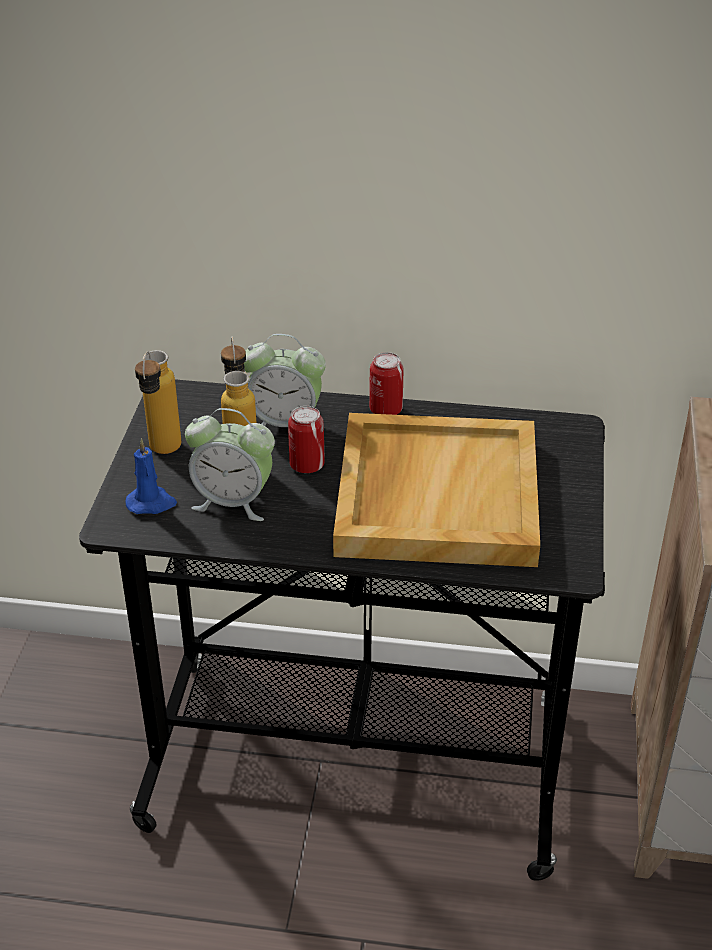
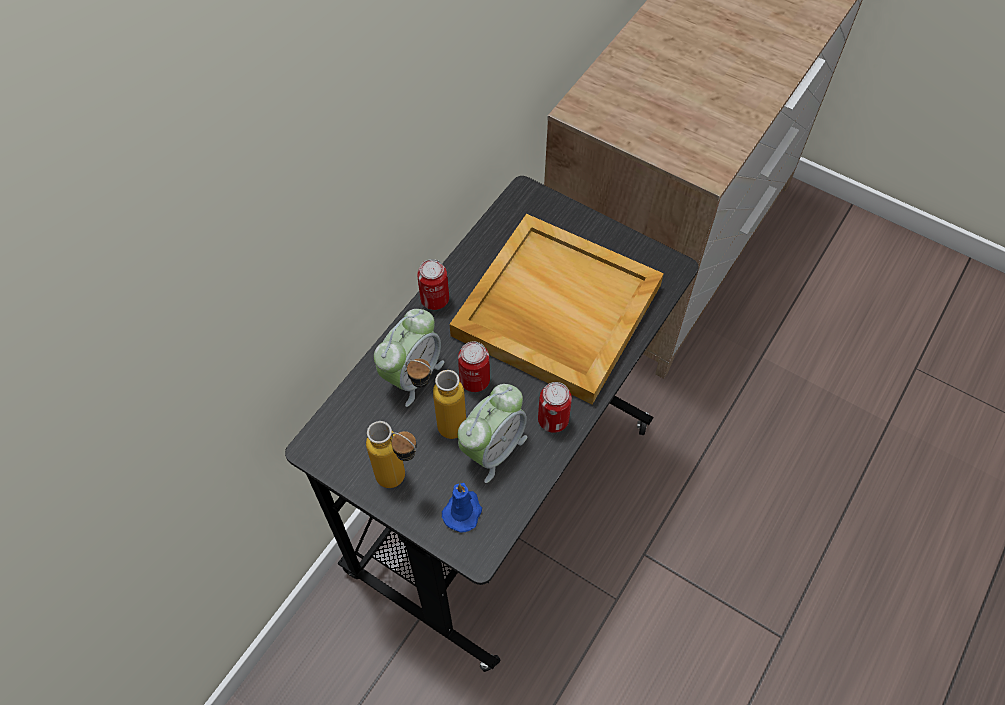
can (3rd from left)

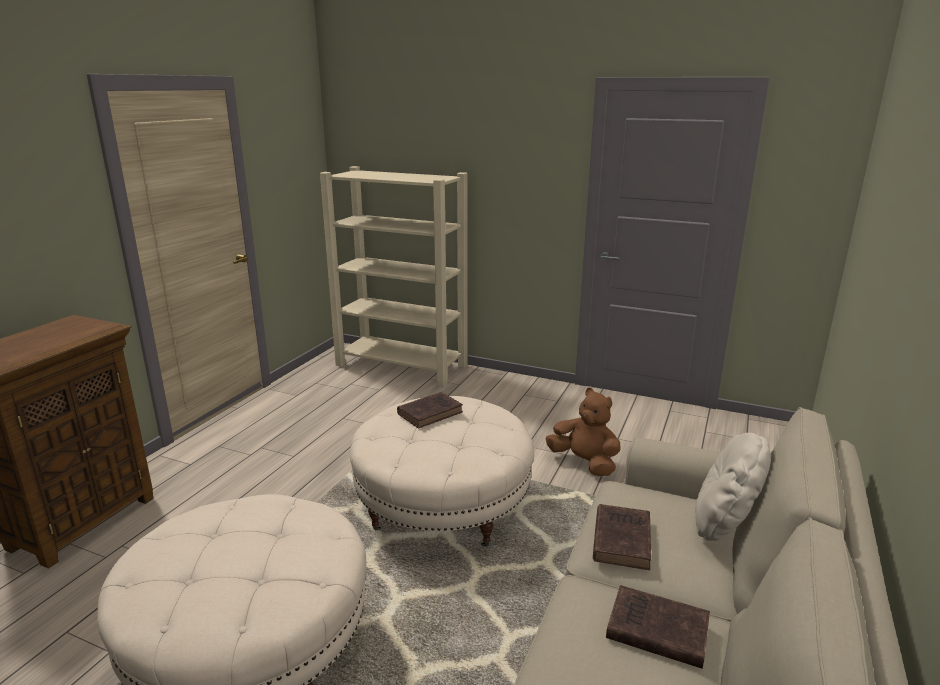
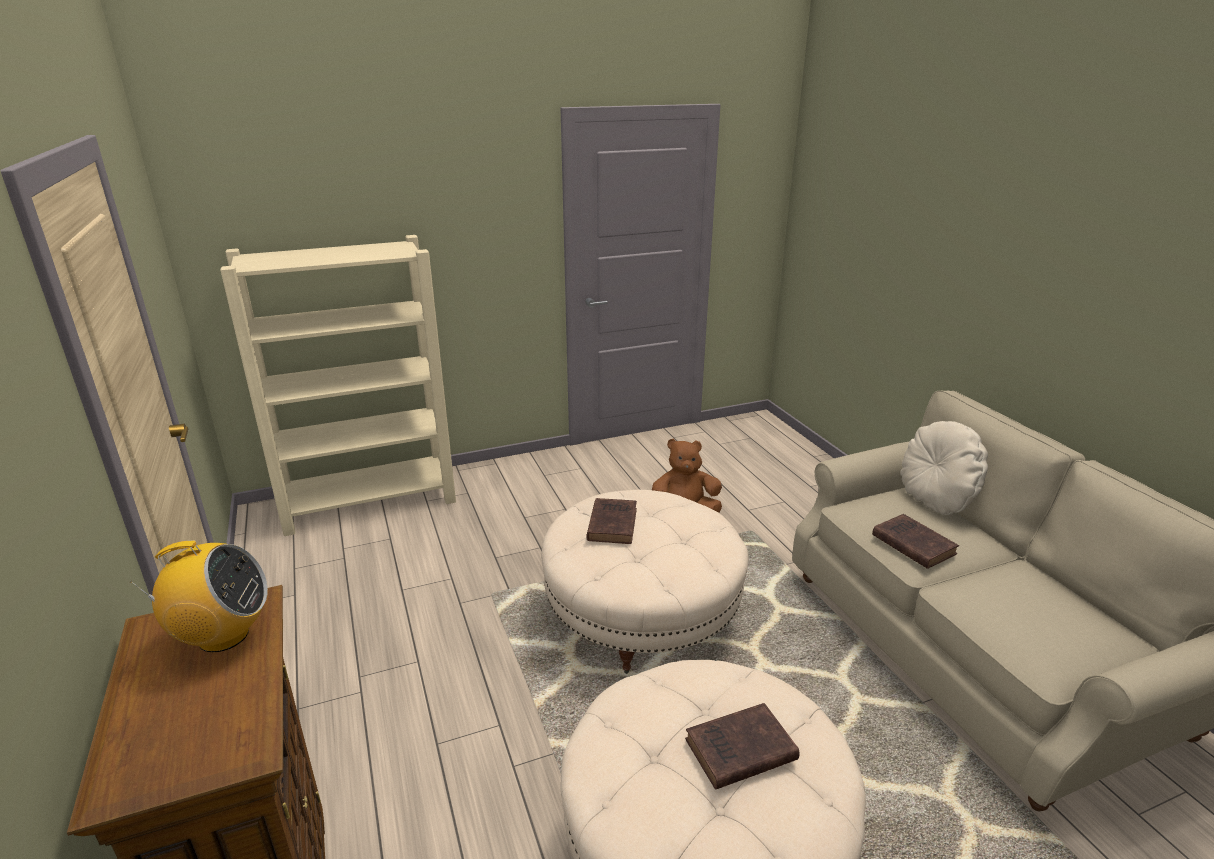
radio
brown book (2nd from left)

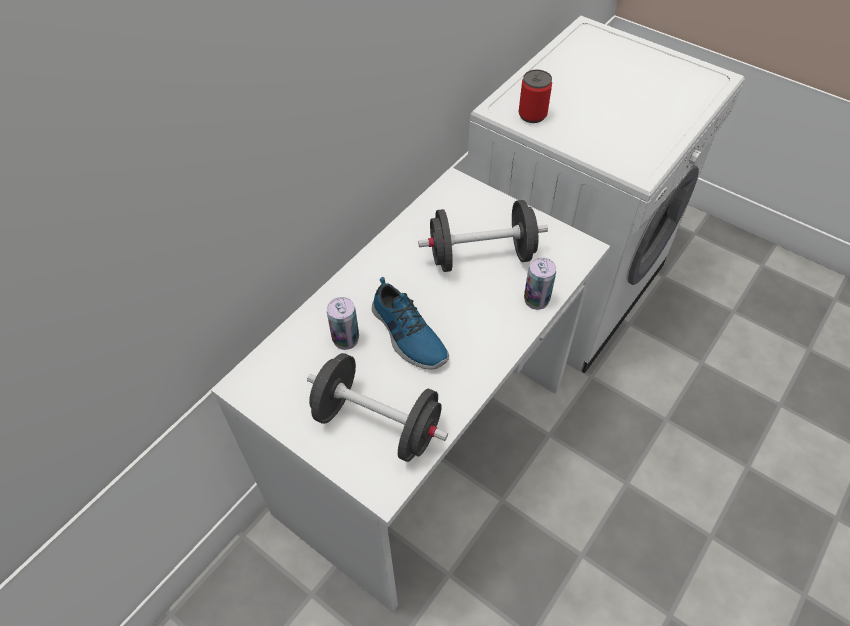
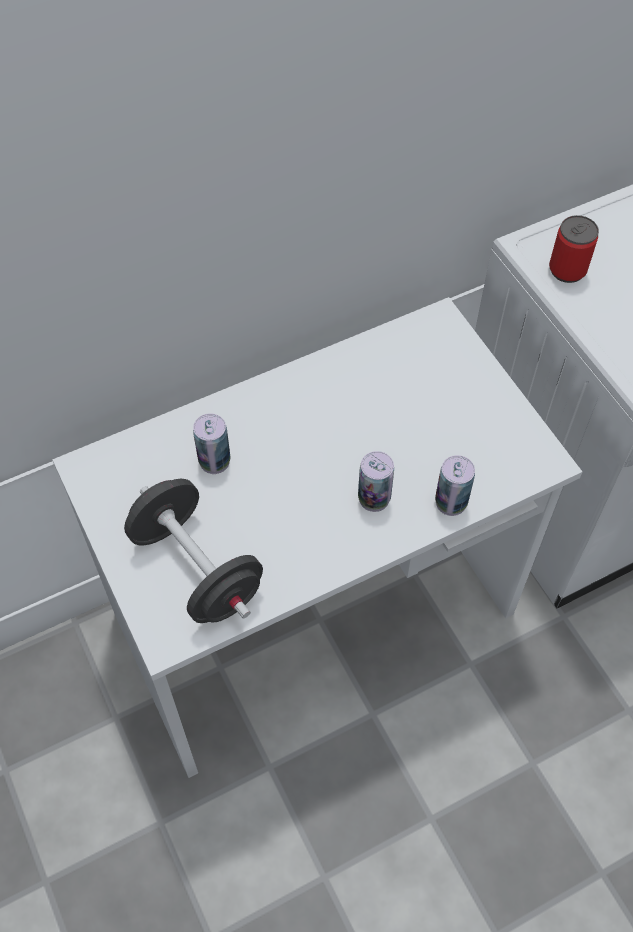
can (2nd from left)
shoe
black dumbbell (2nd from left in the first image)

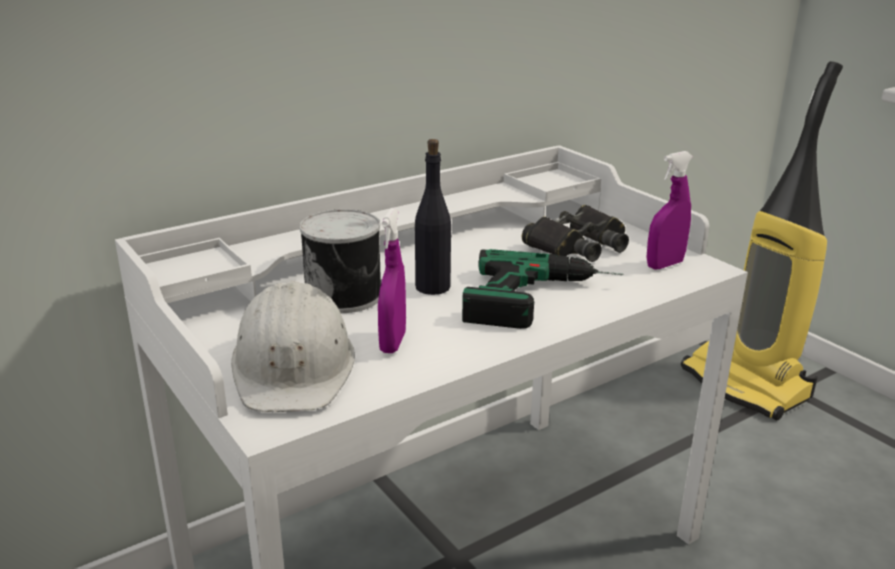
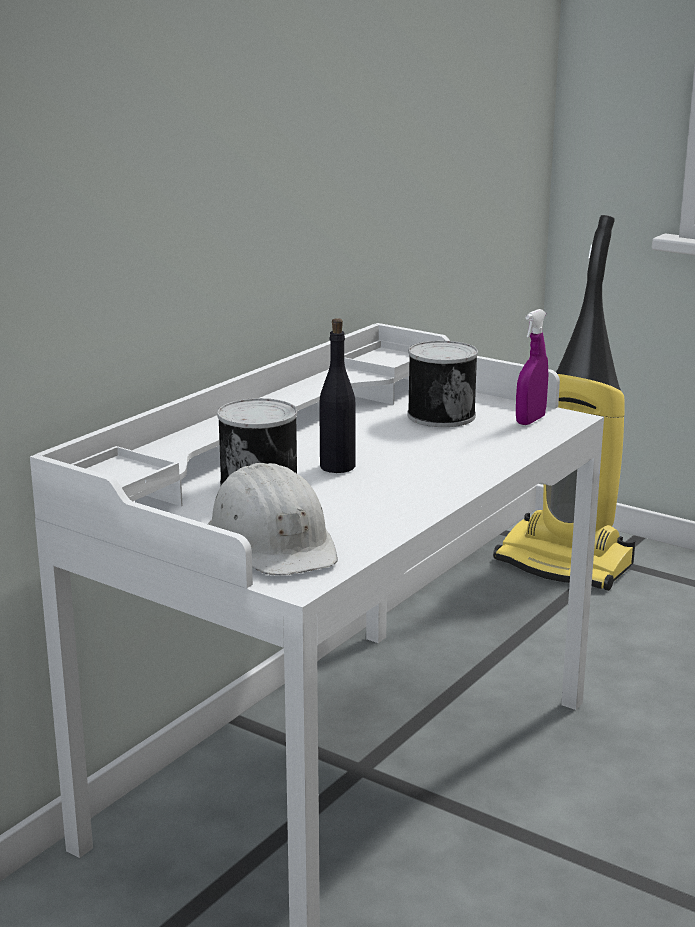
can (2nd from left)
purple spray bottle (1st from left in the first image)
power drill

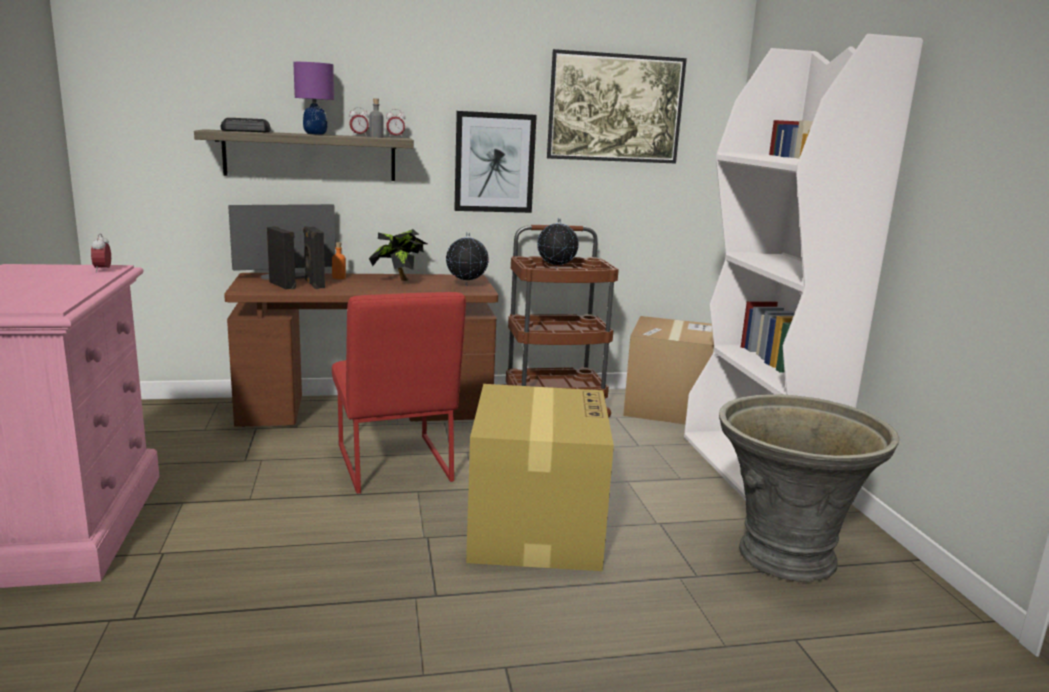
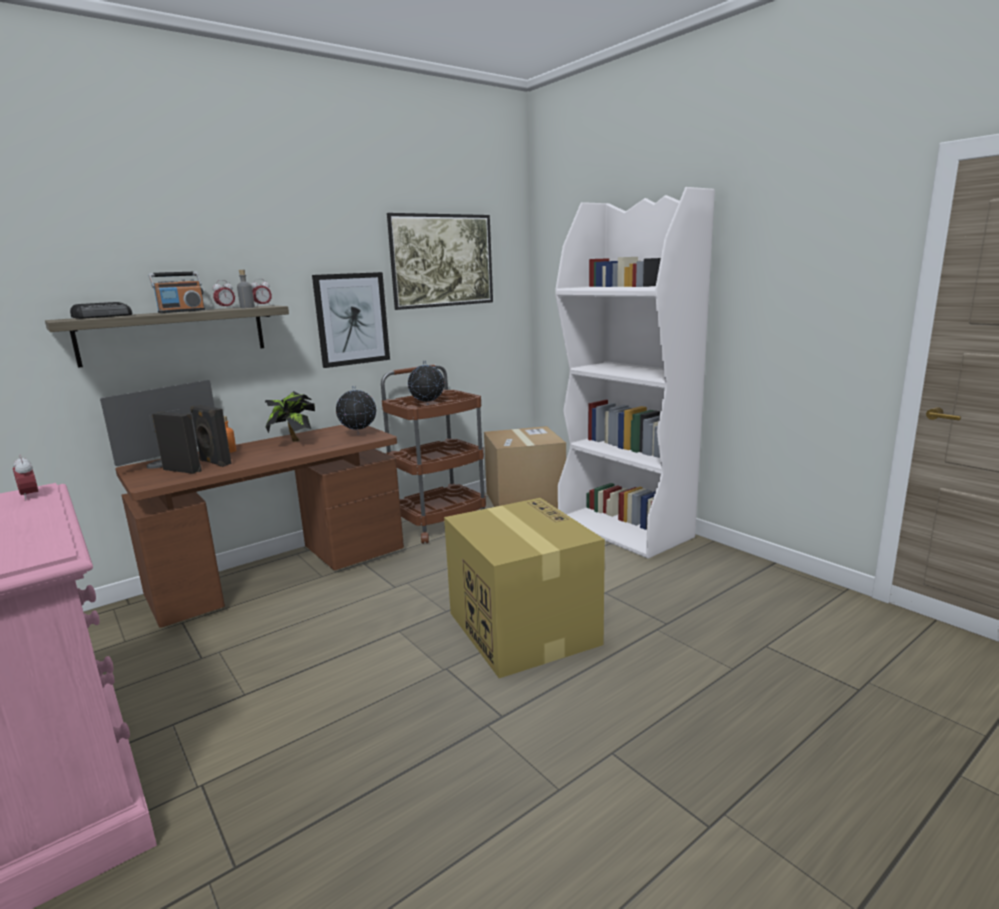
radio (2nd from left)
red chair
grey planter

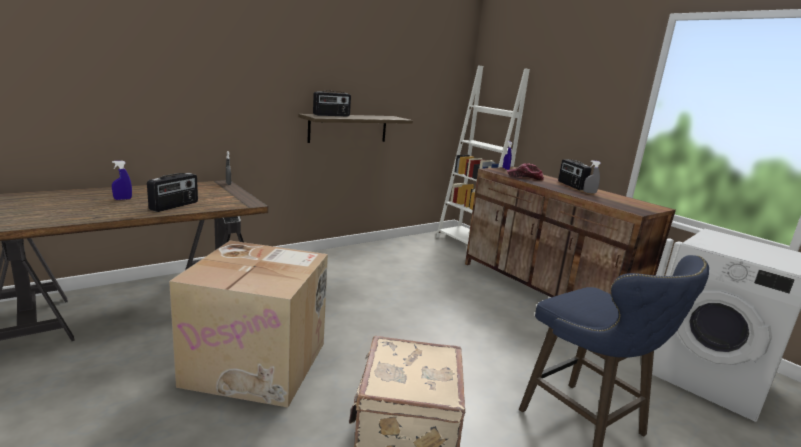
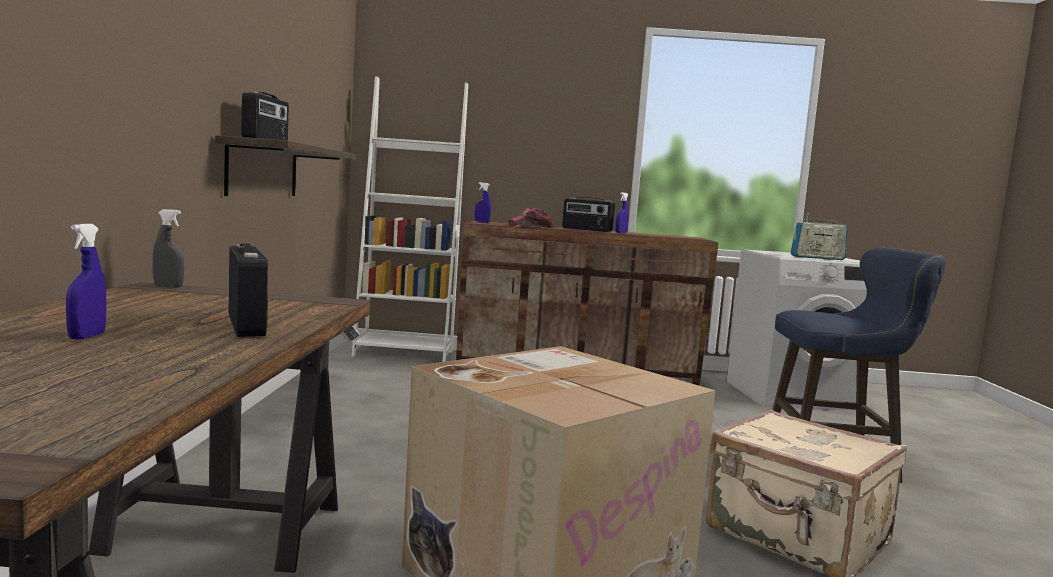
blue spray bottle (3rd from left)
radio (4th from left)

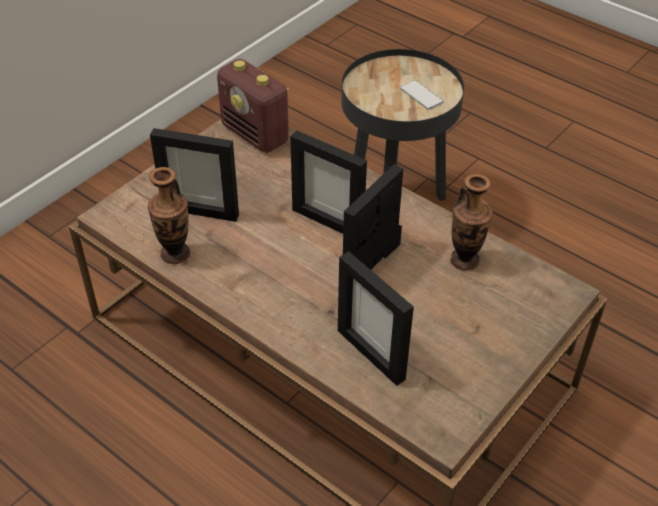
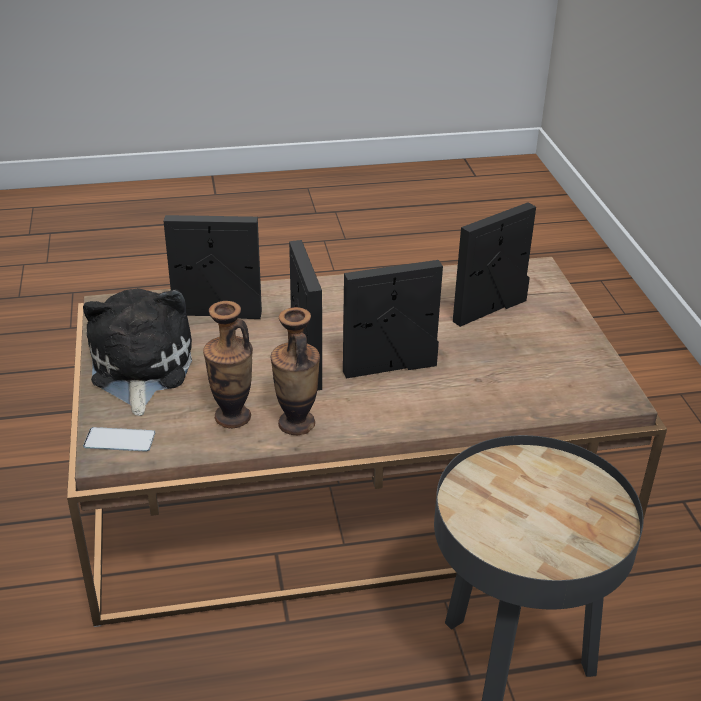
plush toy
phone
vase (2nd from left)
radio

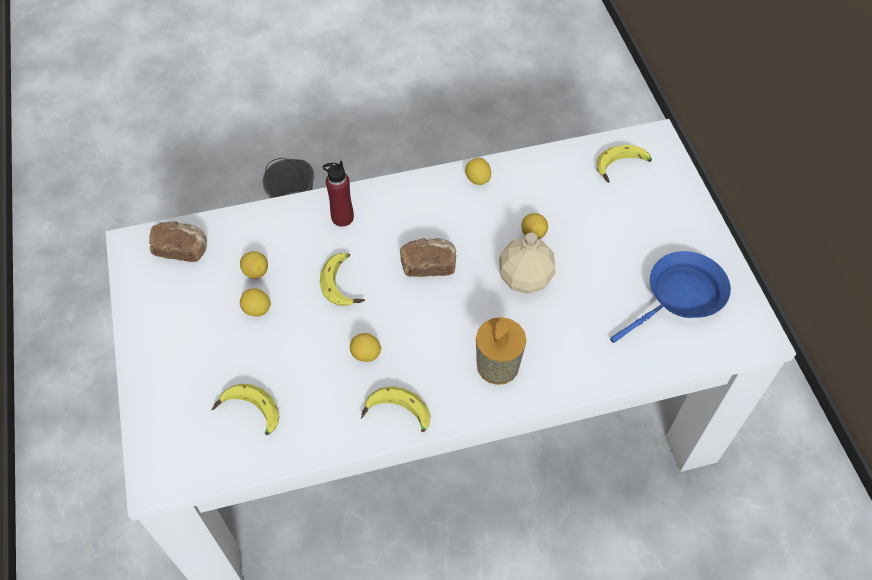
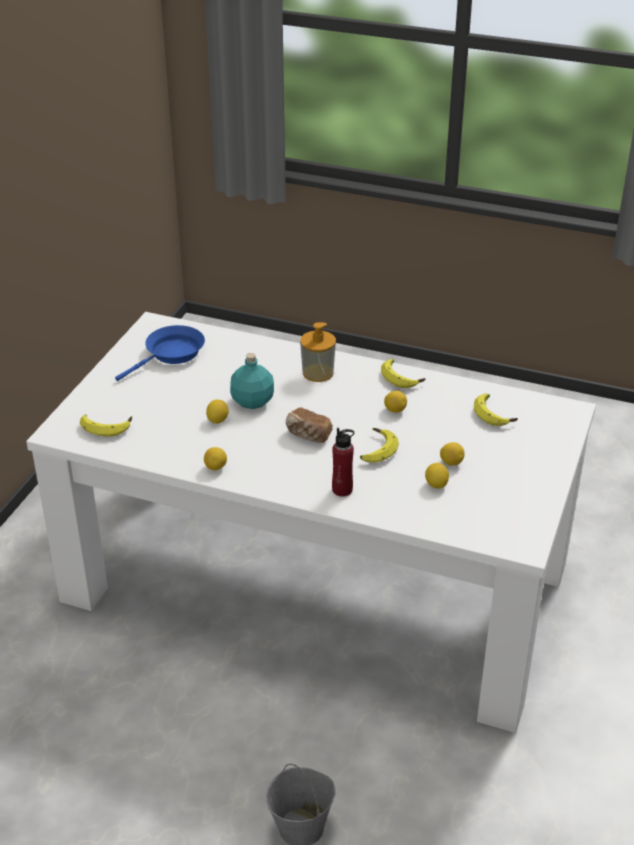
blue frying pan
turquoise bottle
bread (1st from left in the first image)

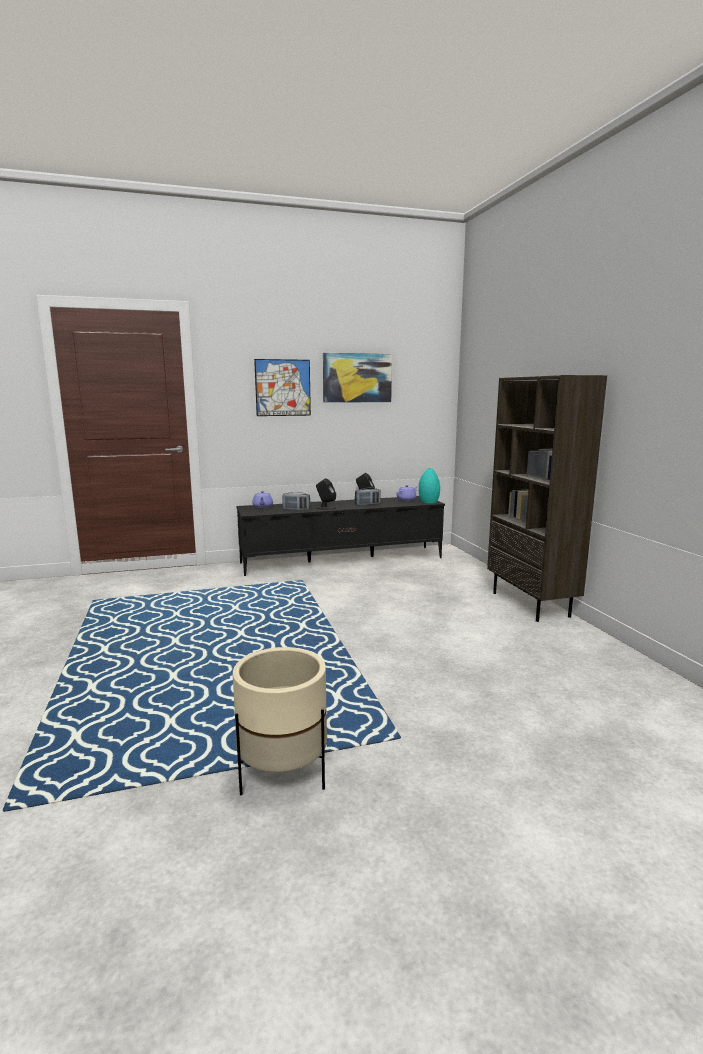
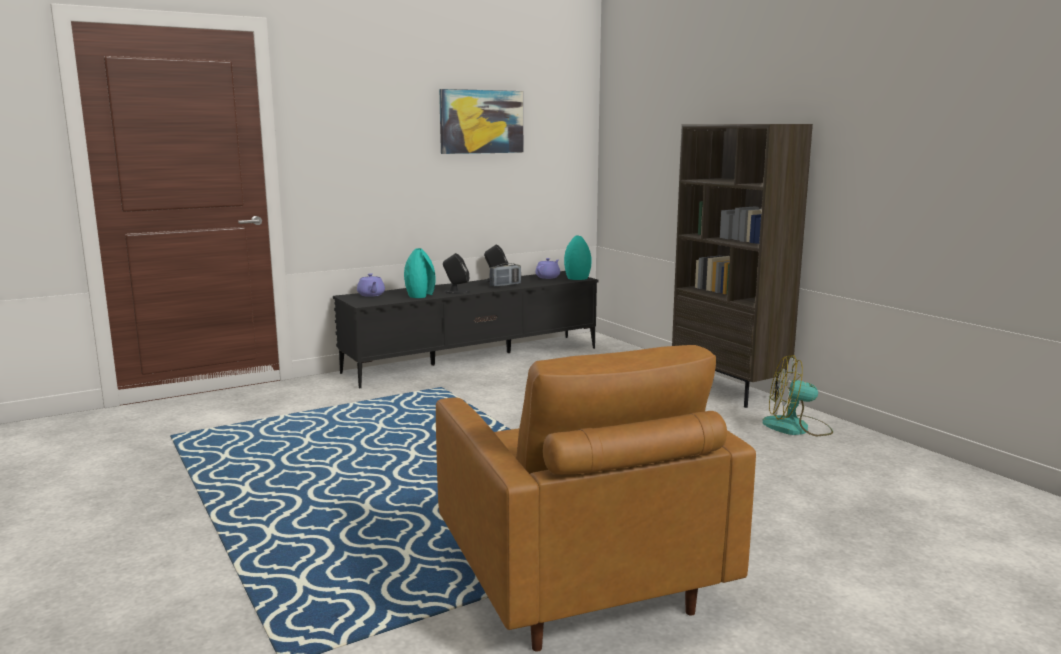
turquoise vase (1st from left)
brown armchair
fan
picture (1st from left in the first image)

